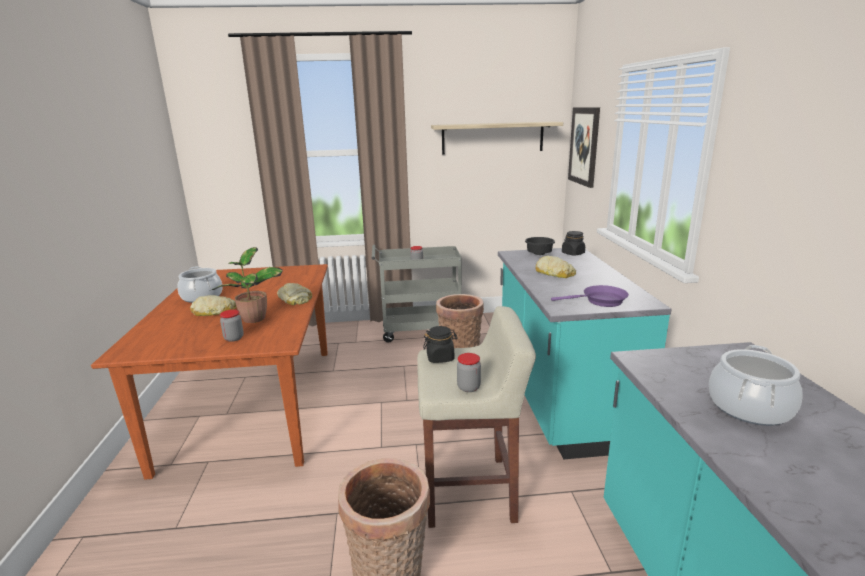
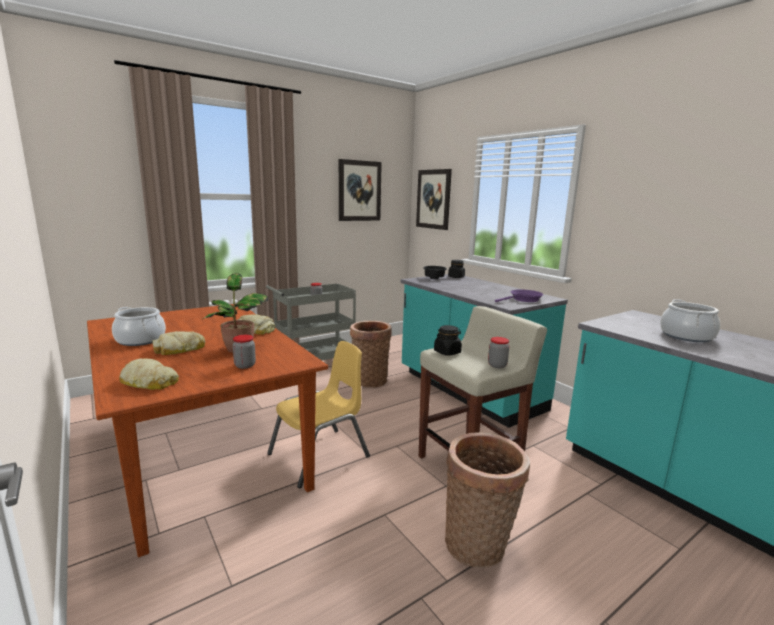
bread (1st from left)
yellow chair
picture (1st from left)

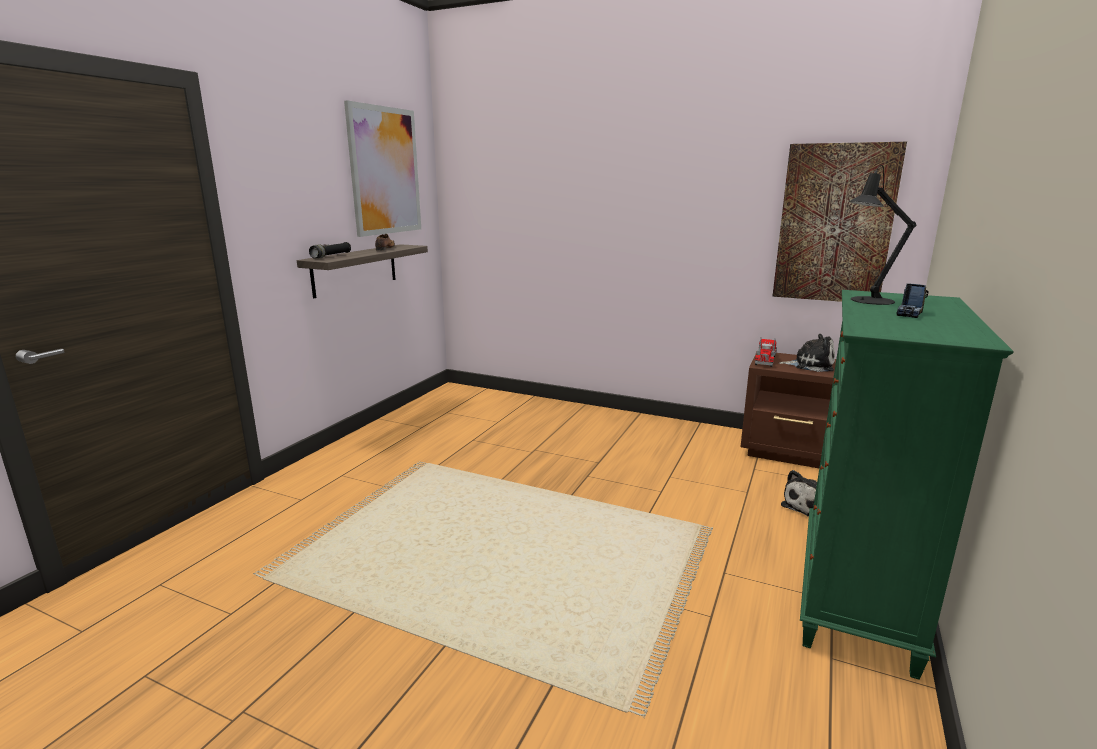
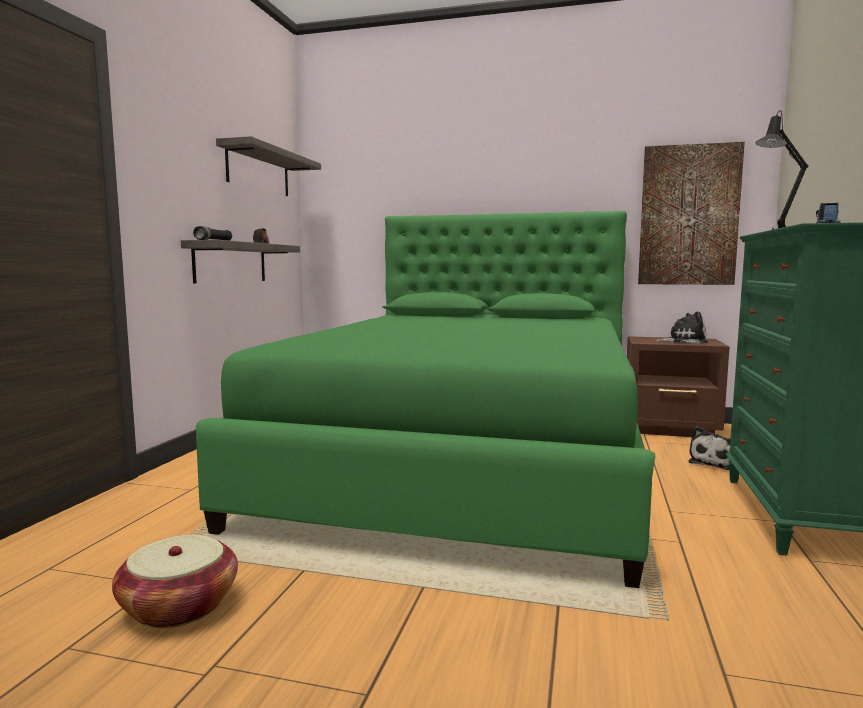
basket
green bed
shelf (2nd from left)
toy truck (1st from left in the first image)

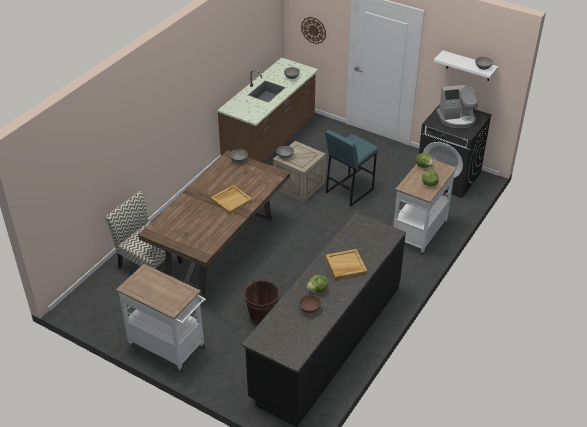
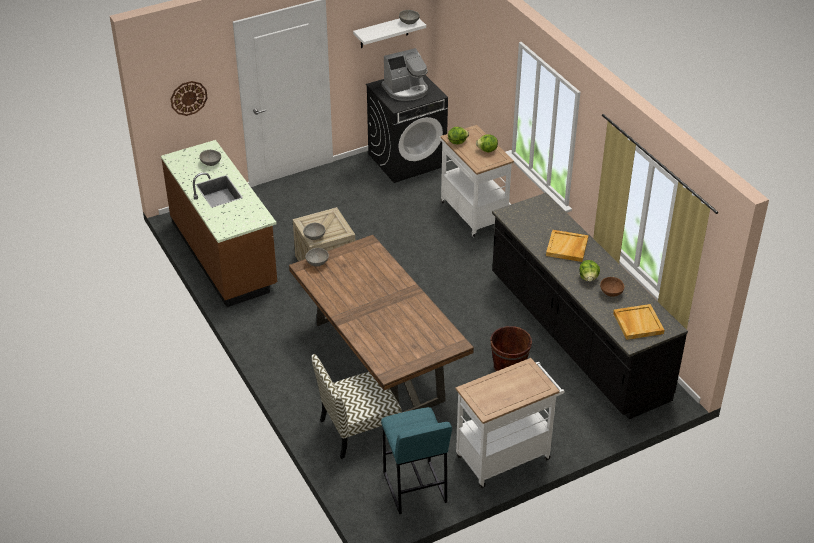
coffee machine
turquoise stool
beige tray (2nd from left)

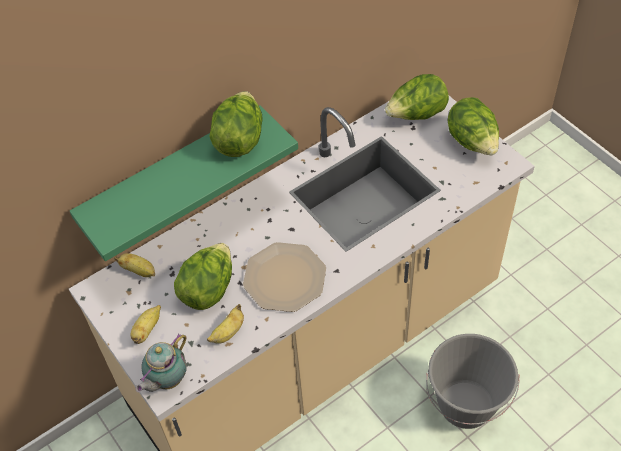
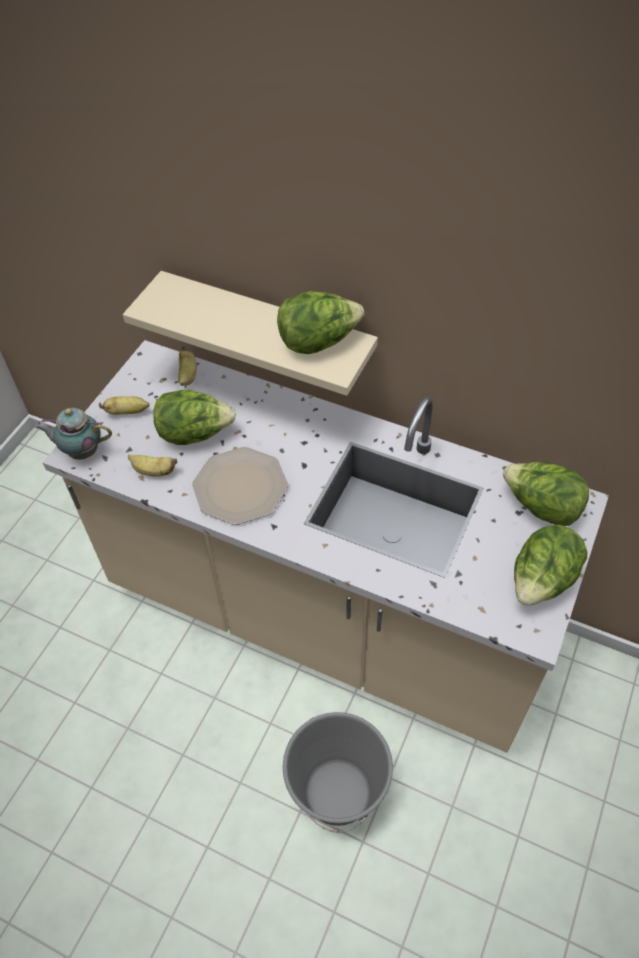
beige shelf

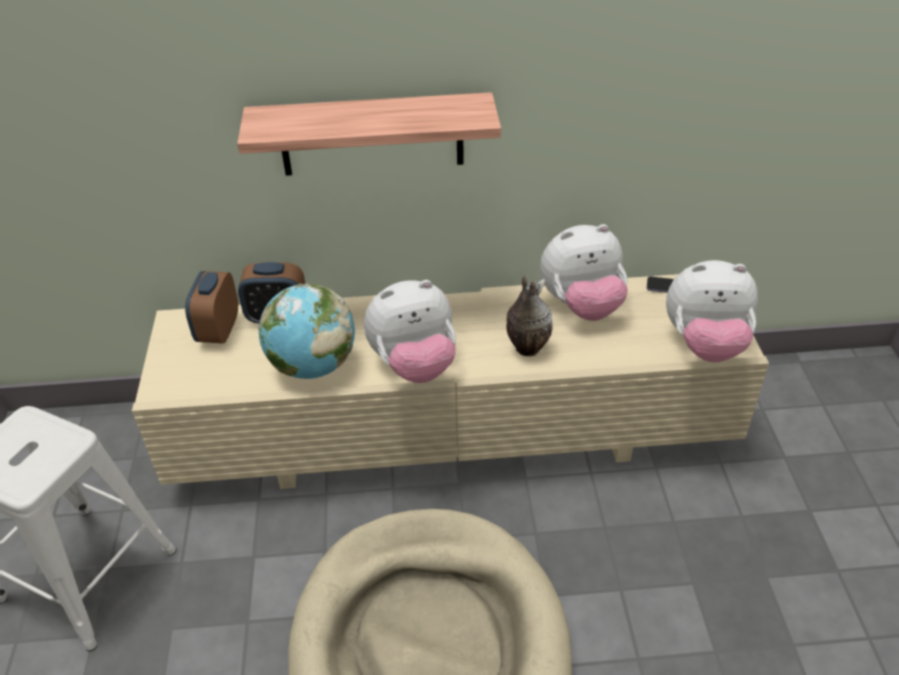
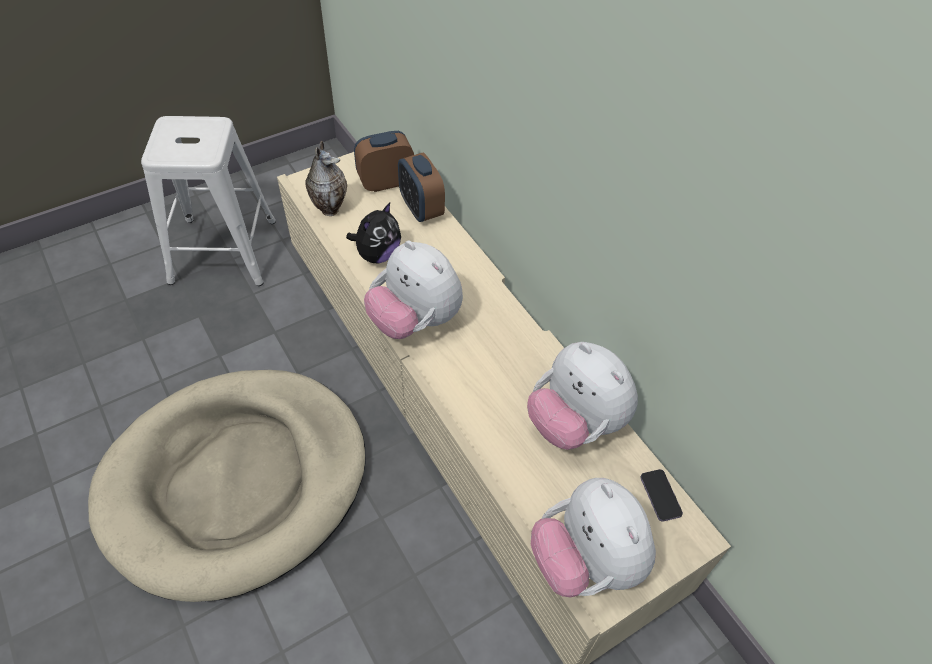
vase
plush toy (1st from left)
shelf

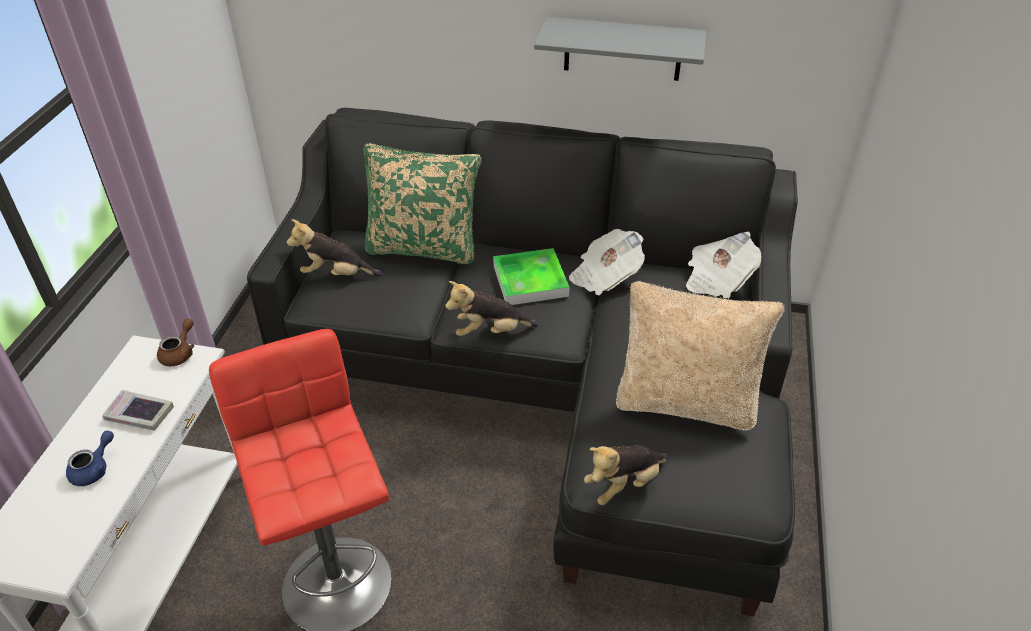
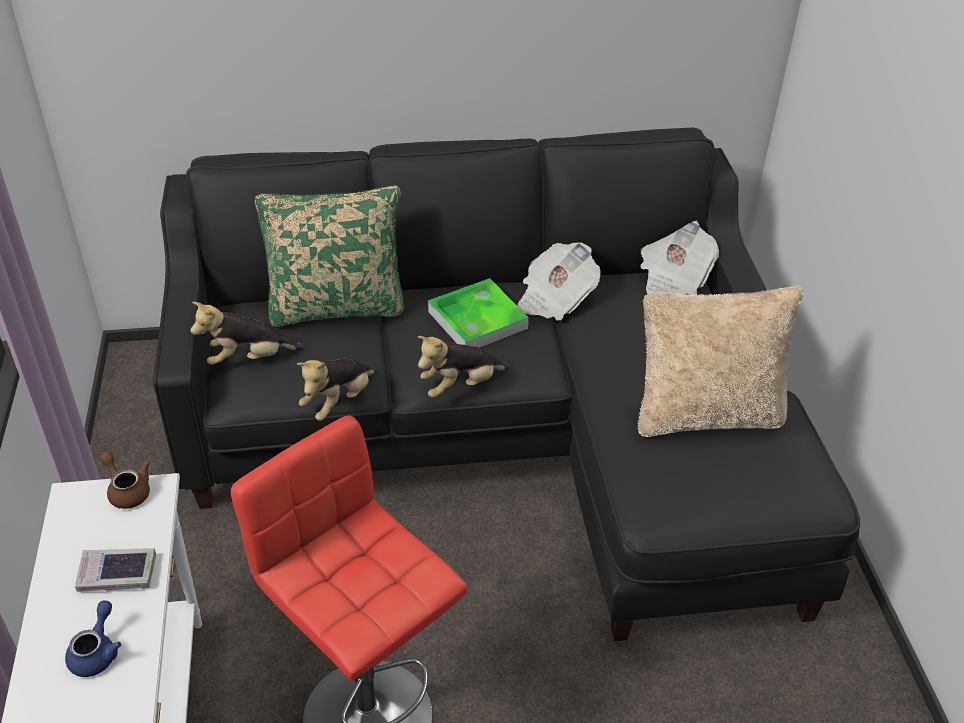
brown teapot
plush toy (2nd from left)
grey shelf

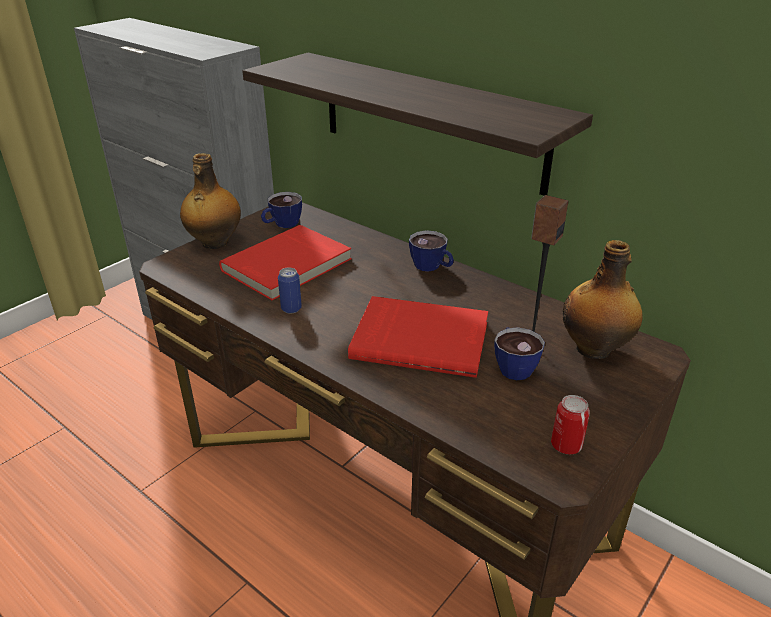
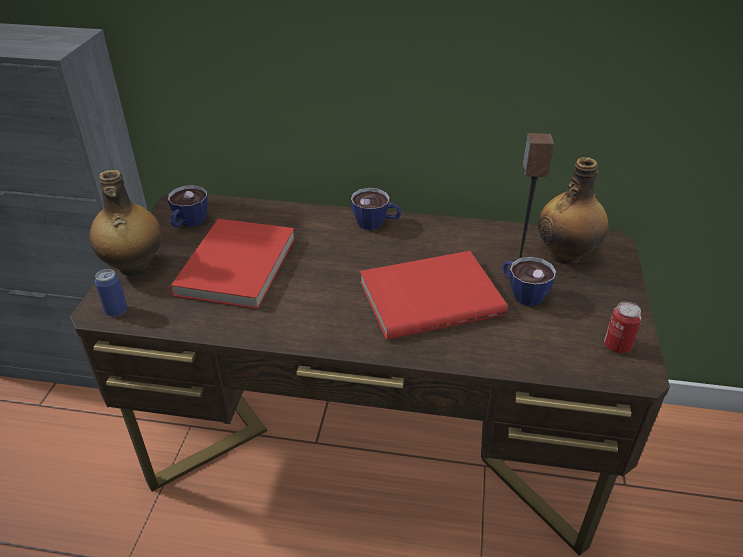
can (1st from left)
shelf

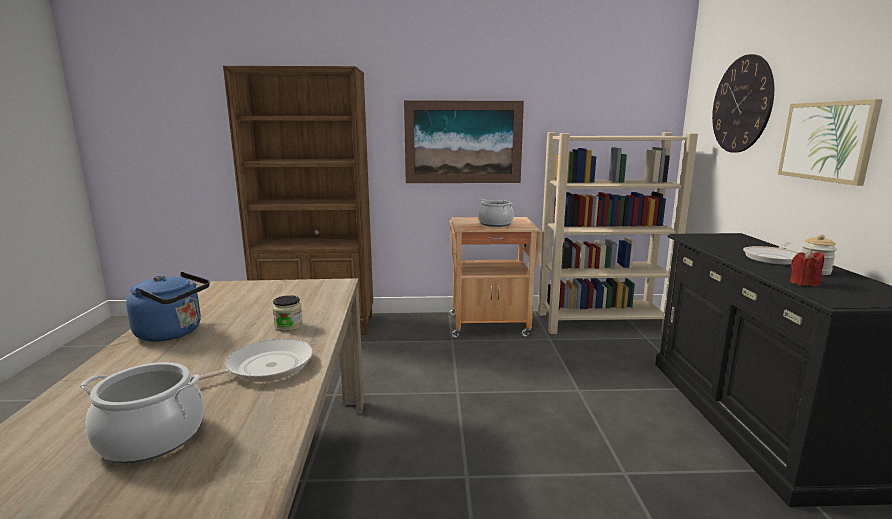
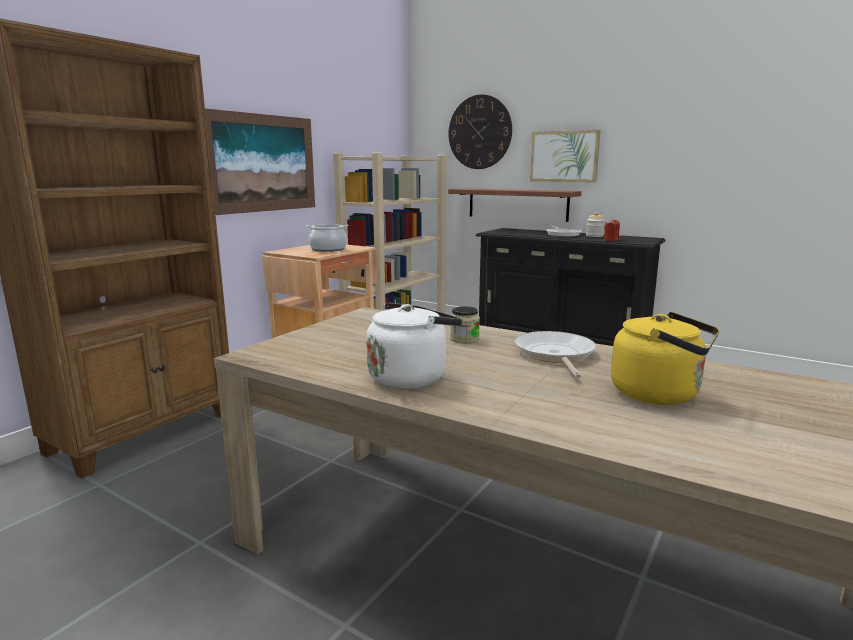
white kettle
shelf
yellow kettle

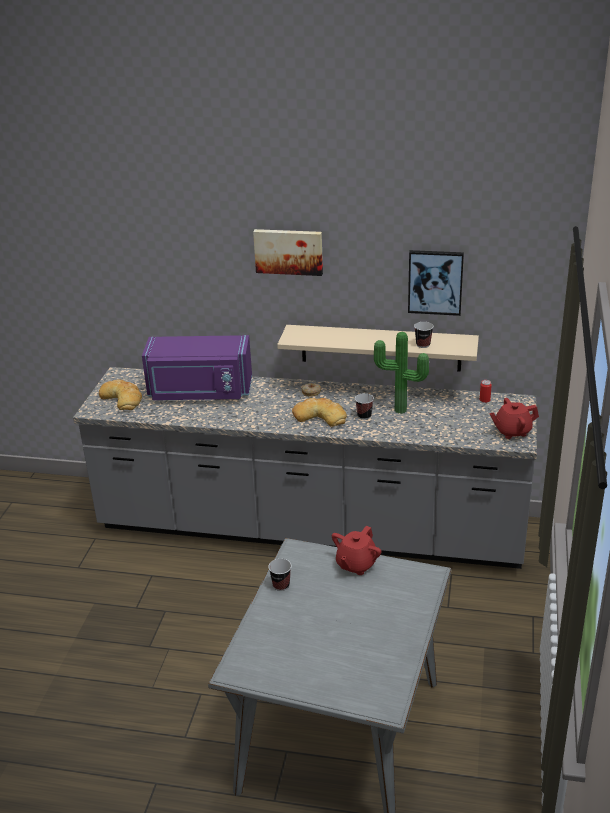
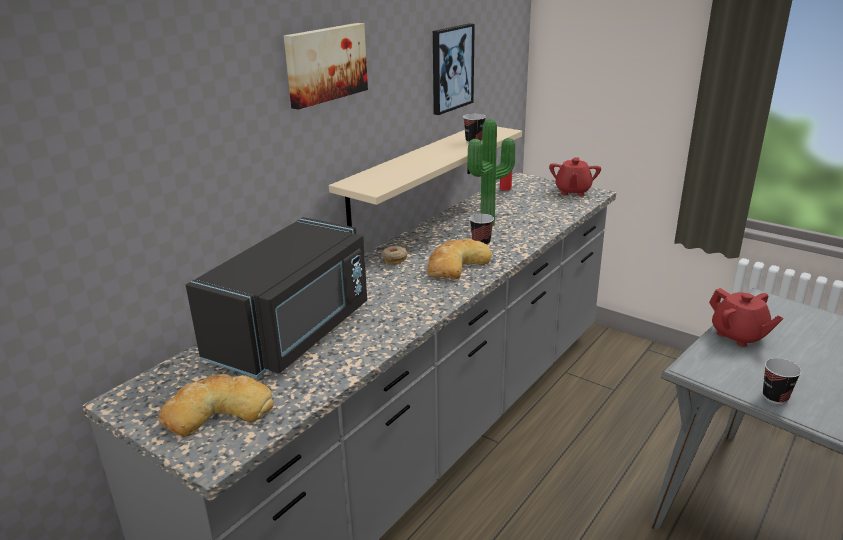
black microwave

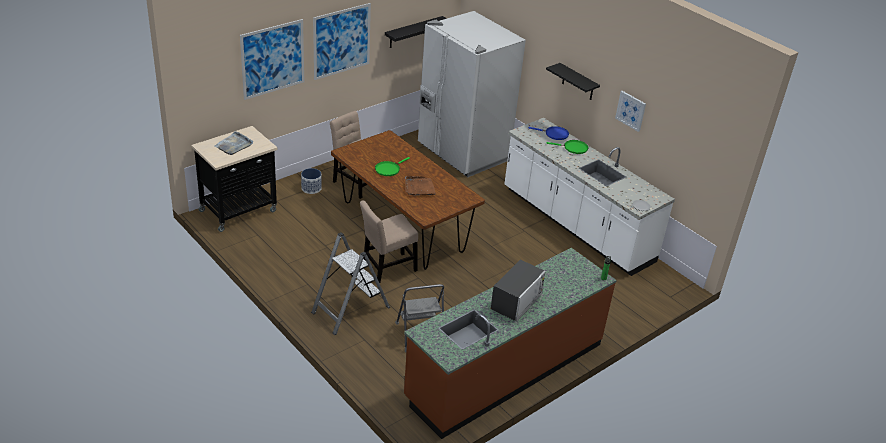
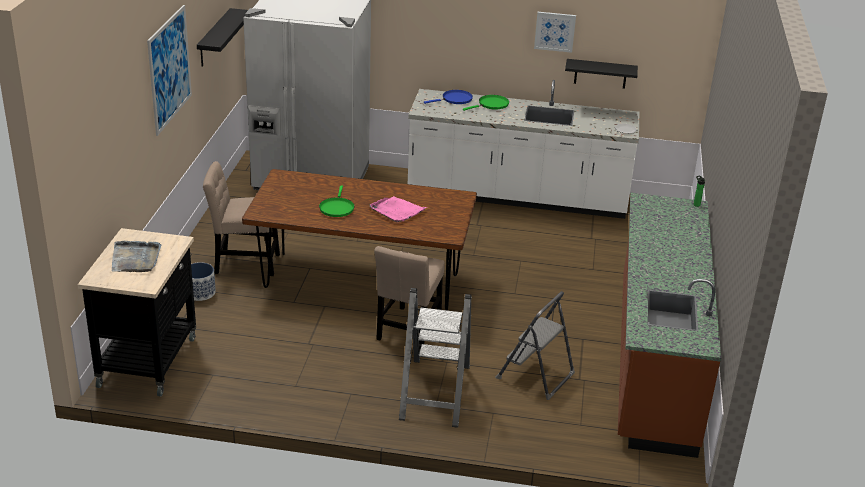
pink tray
black shelf (2nd from left)
picture (1st from left in the first image)
microwave

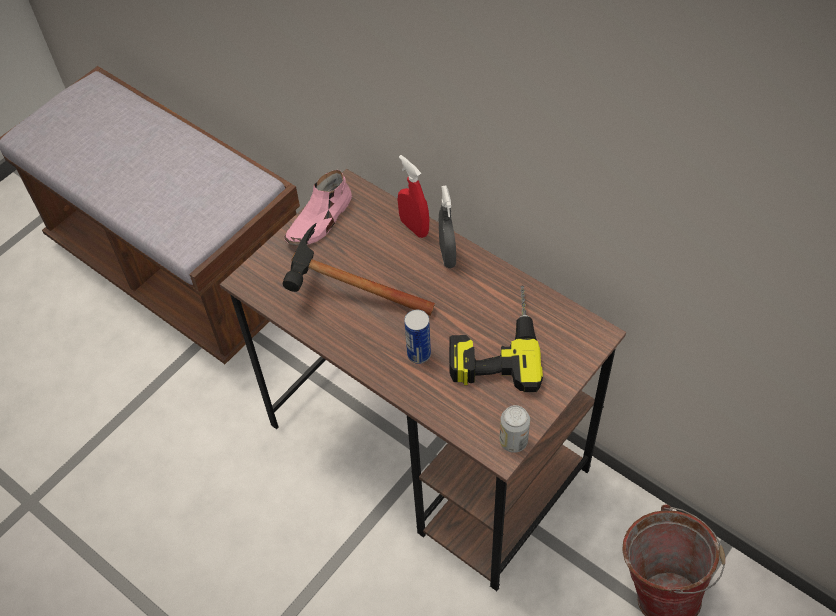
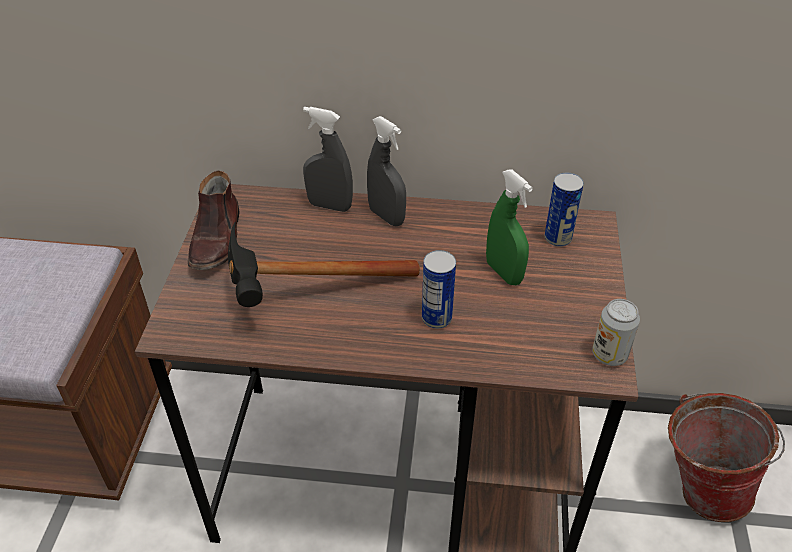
brown shoe
grey spray bottle (1st from left)
green spray bottle
can (2nd from left)

